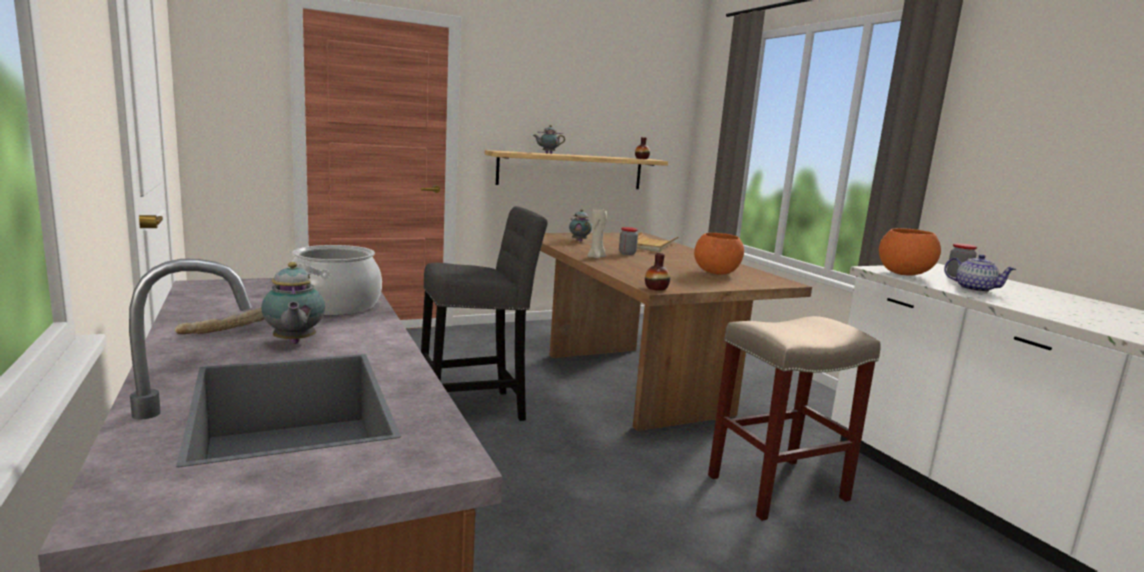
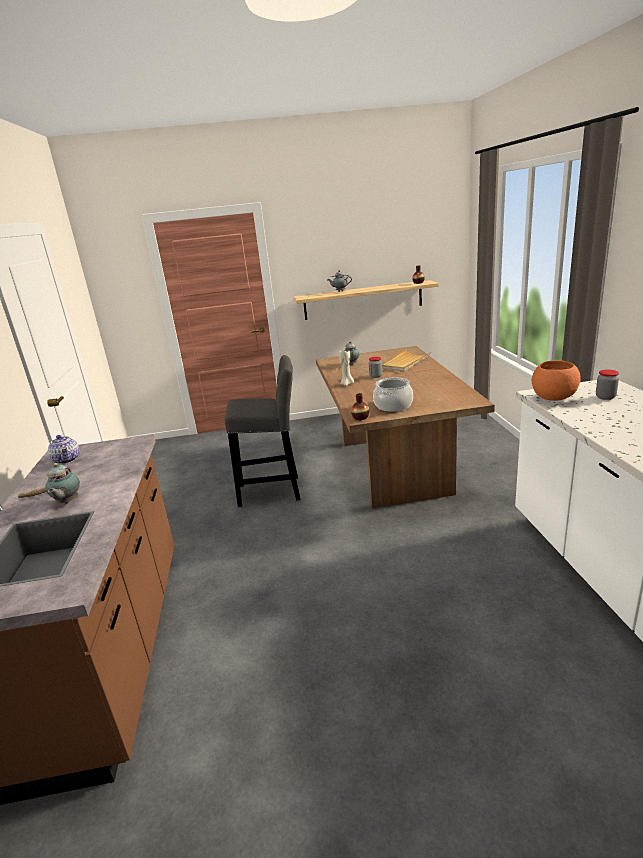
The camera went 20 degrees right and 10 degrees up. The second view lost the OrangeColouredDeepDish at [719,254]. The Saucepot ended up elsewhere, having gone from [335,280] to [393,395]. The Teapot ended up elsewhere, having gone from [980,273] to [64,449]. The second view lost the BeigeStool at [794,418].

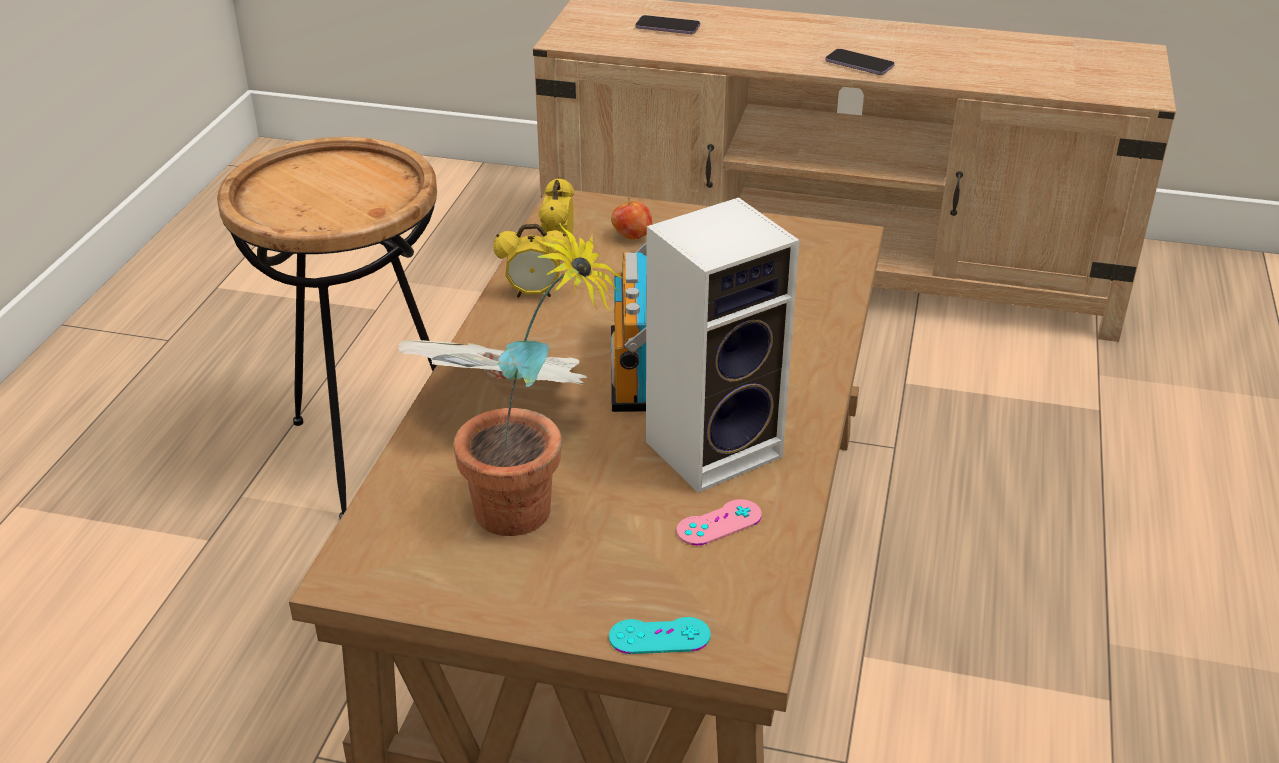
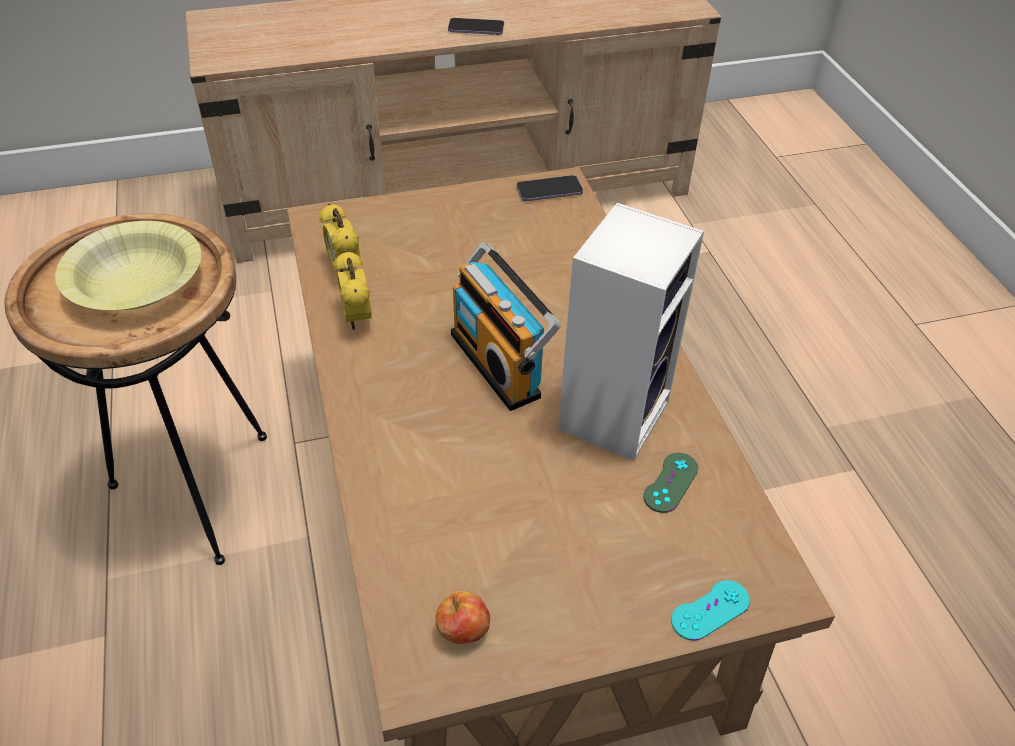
The camera went 30 degrees left and 10 degrees up. The Handset ended up elsewhere, having gone from [667,24] to [549,188]. The AppleFruit ended up elsewhere, having gone from [631,219] to [462,617]. The second view lost the PottedPlant at [537,379]. The TableClock at [531,261] ended up facing another way, 105 degrees clockwise from before. The second view lost the PrintedPaper at [492,362]. What was the PinkGameController at [719,522] turned into the GreenGameController at [670,483]. The second view gained the YellowishDeepDish at [128,265].

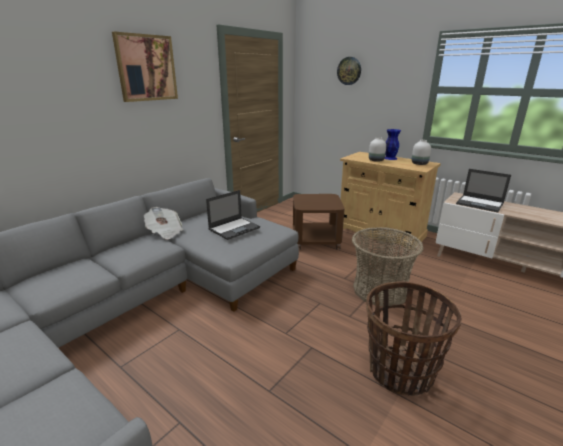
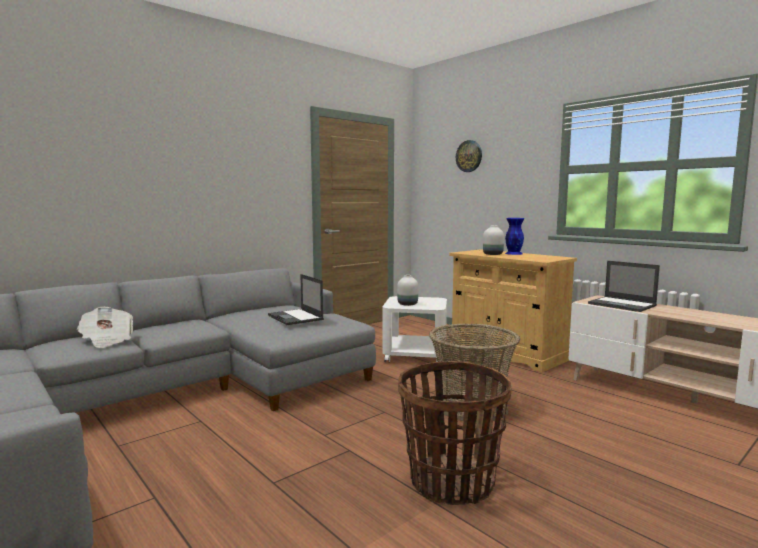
The camera went 10 degrees right and 15 degrees down. The second view lost the WallPicture at [145,66]. The WhiteFlowerVase ended up elsewhere, having gone from [421,152] to [407,290]. The Laptop at [233,215] ended up facing another way, 90 degrees clockwise from before. What was the BrownishSideTable at [319,221] turned into the WhiteSideTable at [414,329]. The PrintedPaper ended up elsewhere, having gone from [163,223] to [105,327].

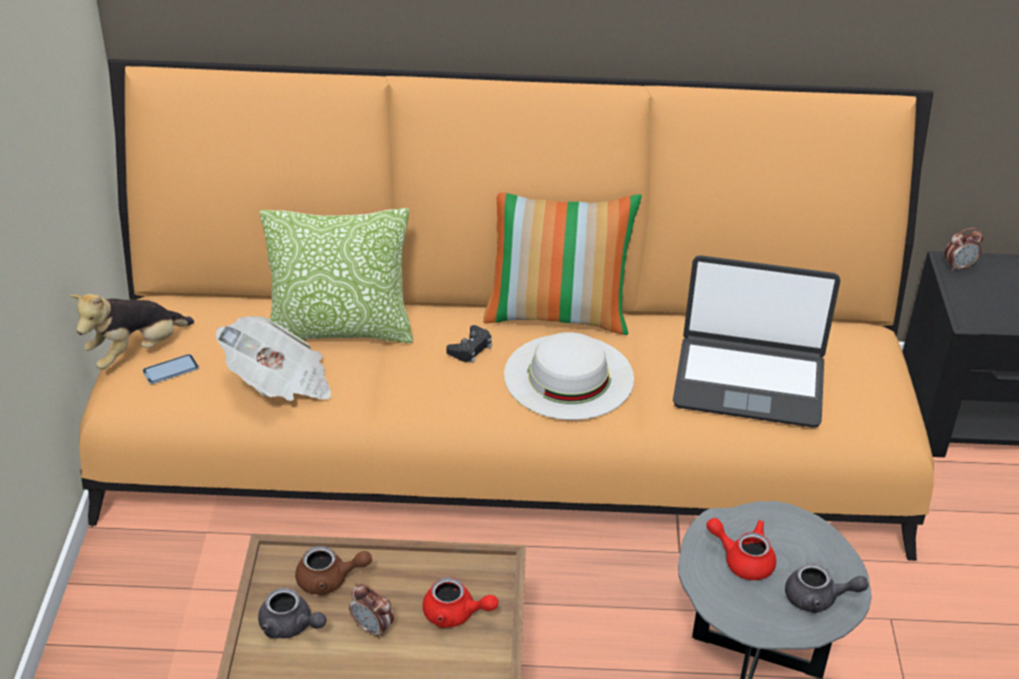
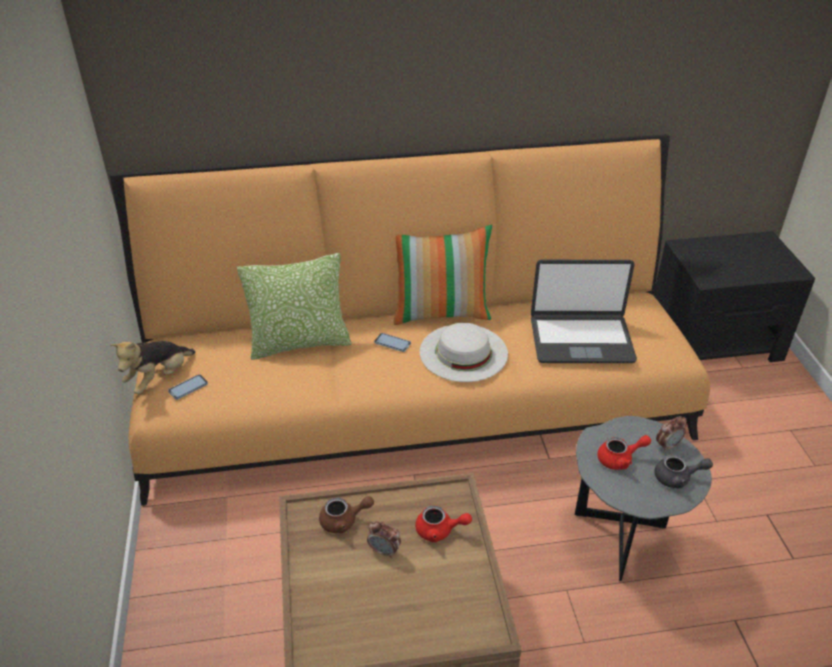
The camera went 10 degrees left and 0 degrees up. The TableClock ended up elsewhere, having gone from [964,249] to [671,434]. The second view lost the PrintedPaper at [274,358]. Where the BlackGameController stood at [469,344], the Handset came to stand at [392,342]. The ReddishTeapot at [741,549] ended up facing another way, 150 degrees clockwise from before. The second view lost the GreyTeapot at [292,613].

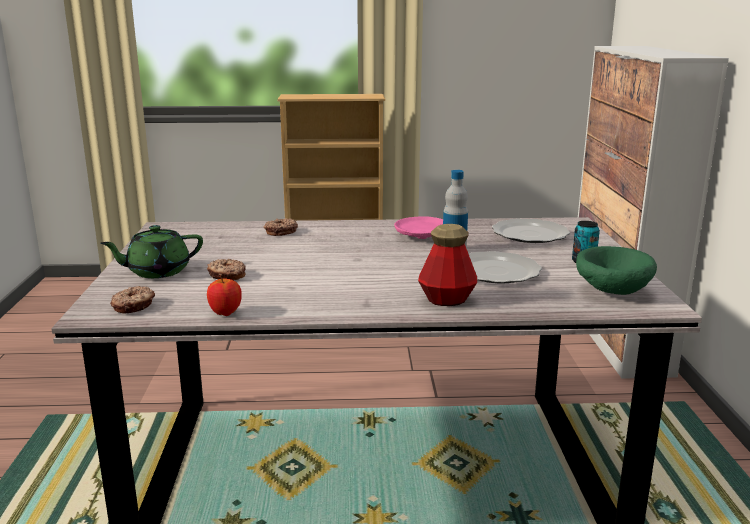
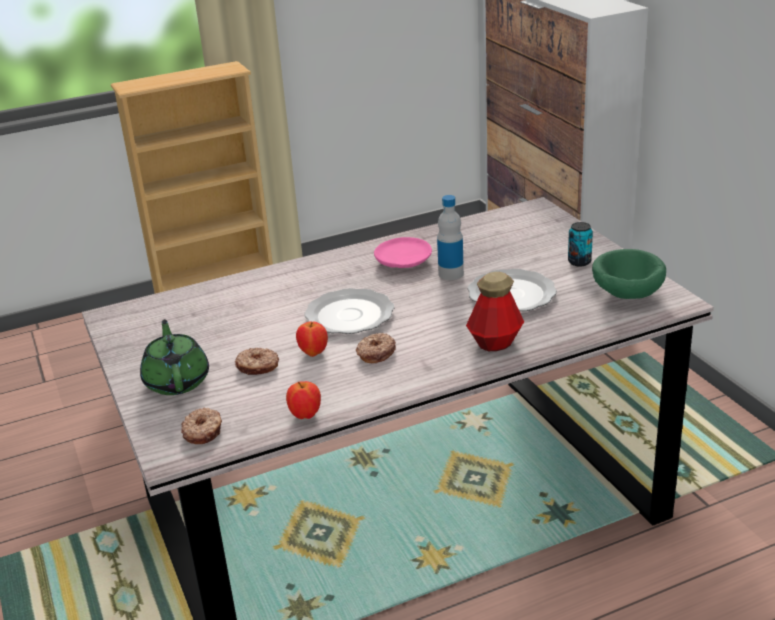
The camera went 20 degrees left and 10 degrees up. The Plate ended up elsewhere, having gone from [531,230] to [349,311]. The Doughnut ended up elsewhere, having gone from [280,227] to [376,348]. The GreenTeapot at [151,251] ended up facing another way, 120 degrees clockwise from before. The second view gained the AppleFruit at [312,339].

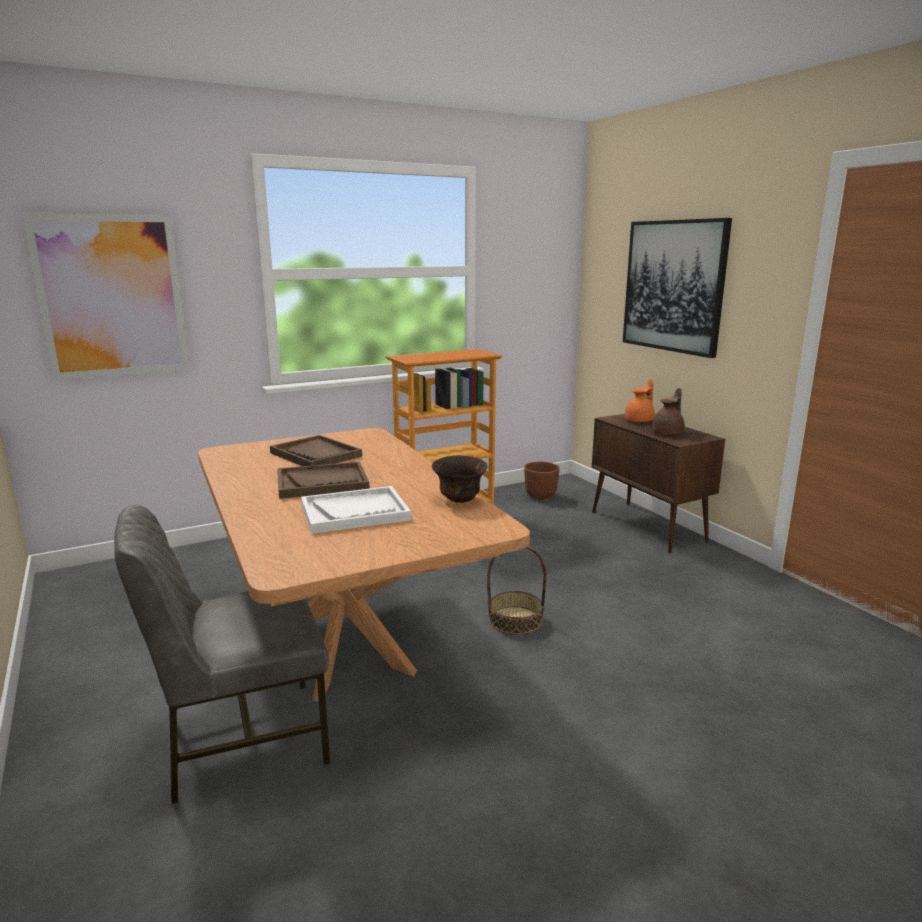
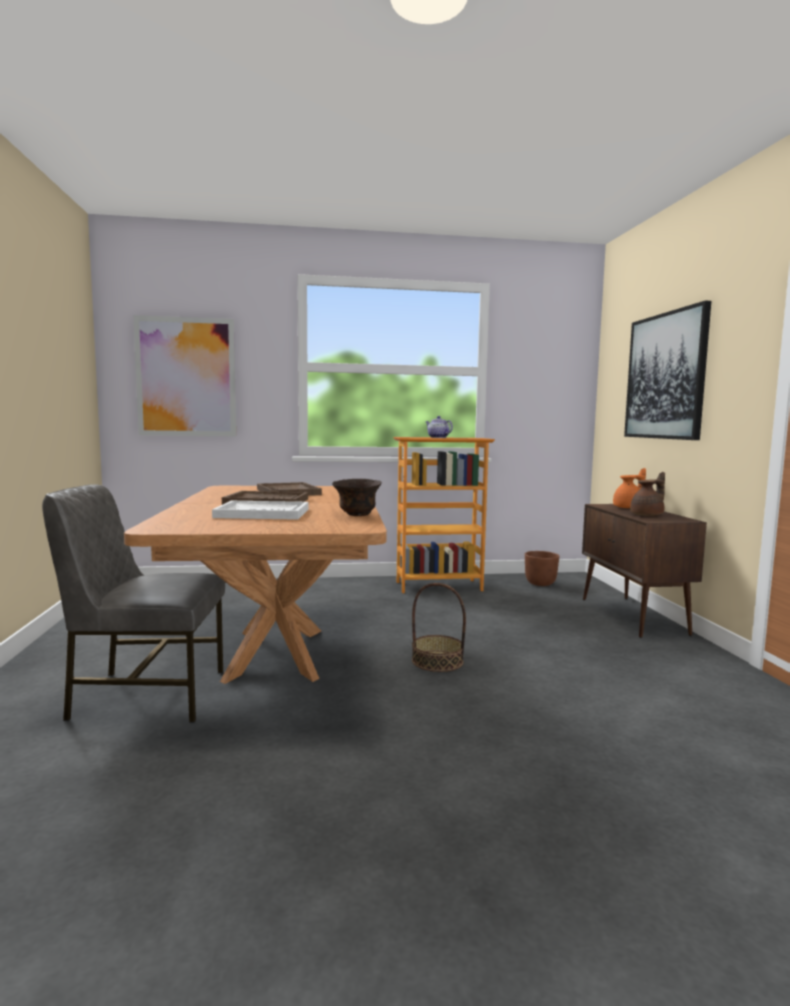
The camera went 20 degrees right and 10 degrees down. The second view gained the Teapot at [439,427].

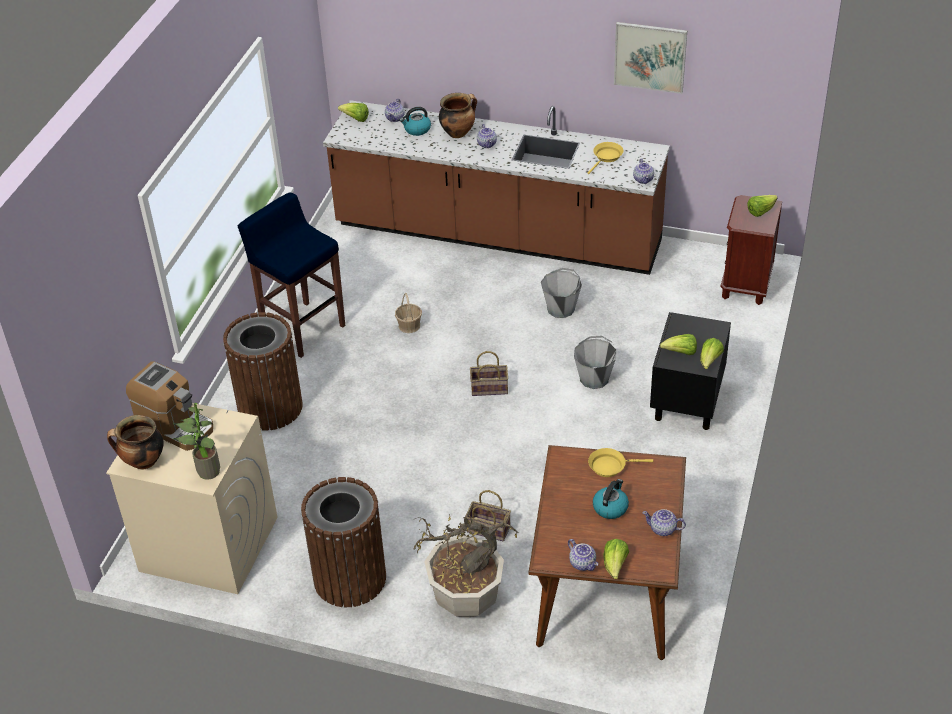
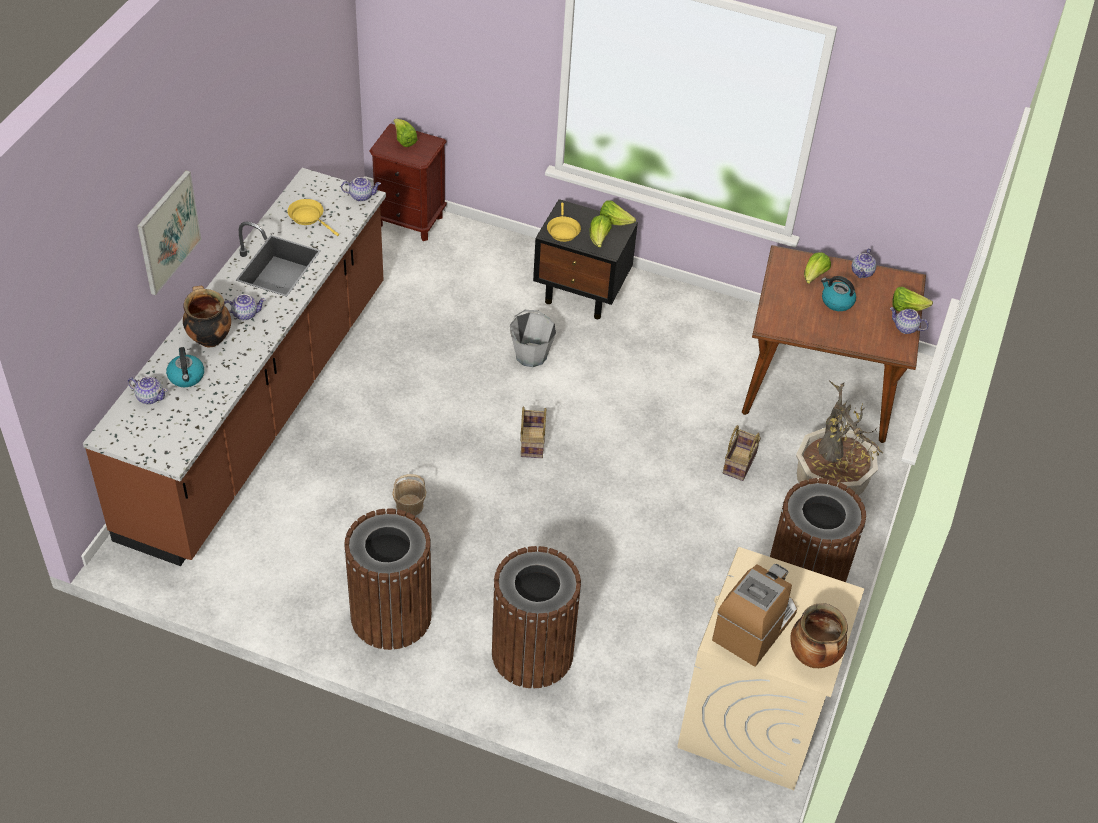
The camera went 90 degrees left and 5 degrees up. The WallPicture ended up elsewhere, having gone from [650,58] to [169,232]. The Lettuce ended up elsewhere, having gone from [353,112] to [817,268]. Where the BlueColouredStool stood at [291,275], the BrownishWasteBin came to stand at [388,579]. The second view lost the GreyWaterBucket at [561,293]. The second view lost the PottedPlant at [196,441]. The YellowishFryingPan ended up elsewhere, having gone from [620,462] to [564,222]. The Teapot at [583,555] ended up facing another way, 120 degrees counterclockwise from before.

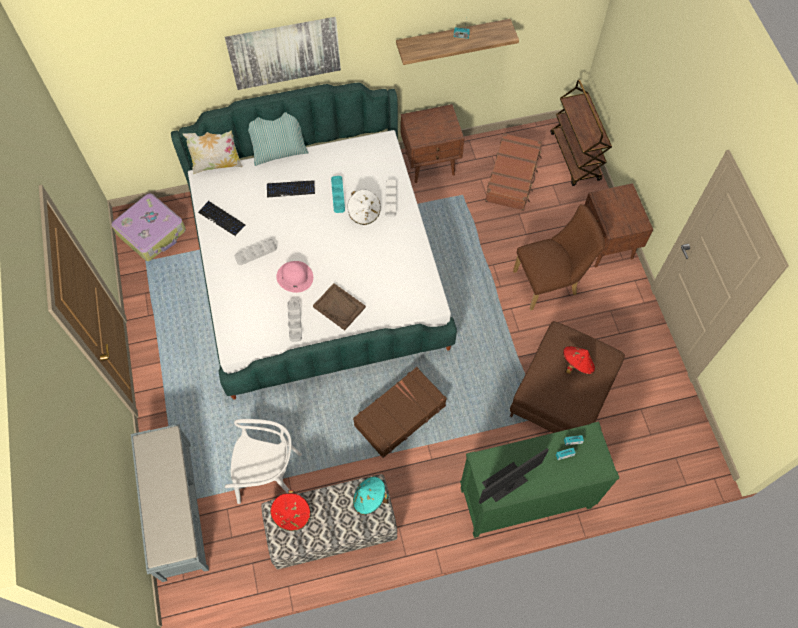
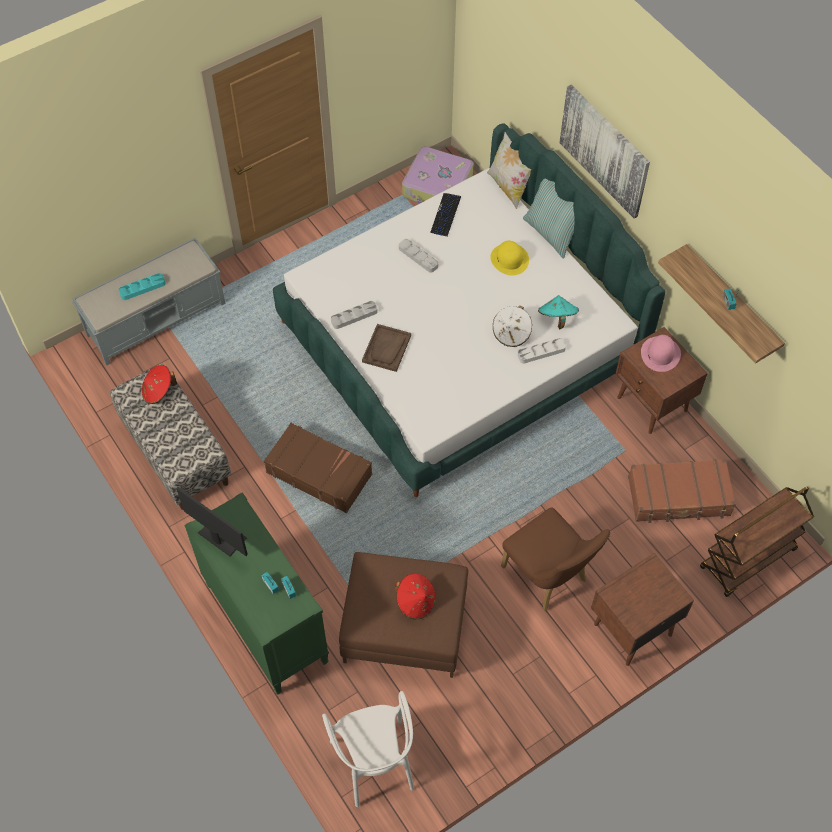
The camera went 70 degrees right and 5 degrees down. The BlueGreenServingTray ended up elsewhere, having gone from [338,194] to [142,286]. Where the ComputerKeyboard stood at [291,189], the YellowishWearableHat came to stand at [509,258]. The PinkWearableHat ended up elsewhere, having gone from [294,277] to [661,353]. The WhitePlainChair ended up elsewhere, having gone from [263,461] to [368,749]. The BlueGreenWearableHat ended up elsewhere, having gone from [370,495] to [558,312].

